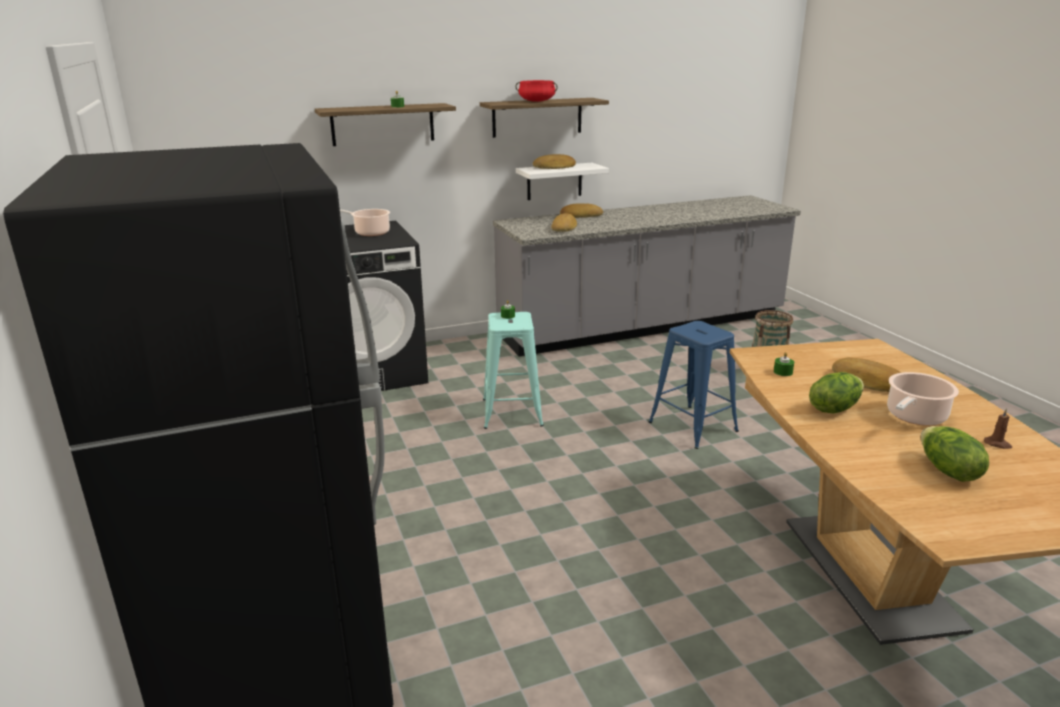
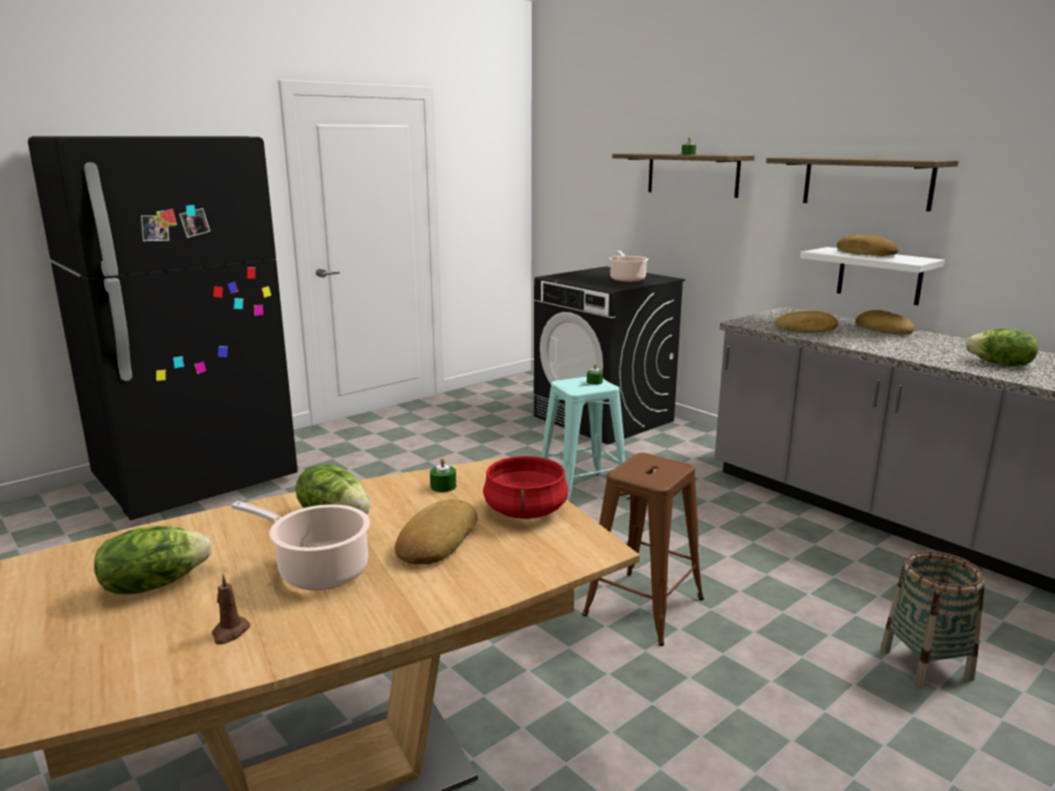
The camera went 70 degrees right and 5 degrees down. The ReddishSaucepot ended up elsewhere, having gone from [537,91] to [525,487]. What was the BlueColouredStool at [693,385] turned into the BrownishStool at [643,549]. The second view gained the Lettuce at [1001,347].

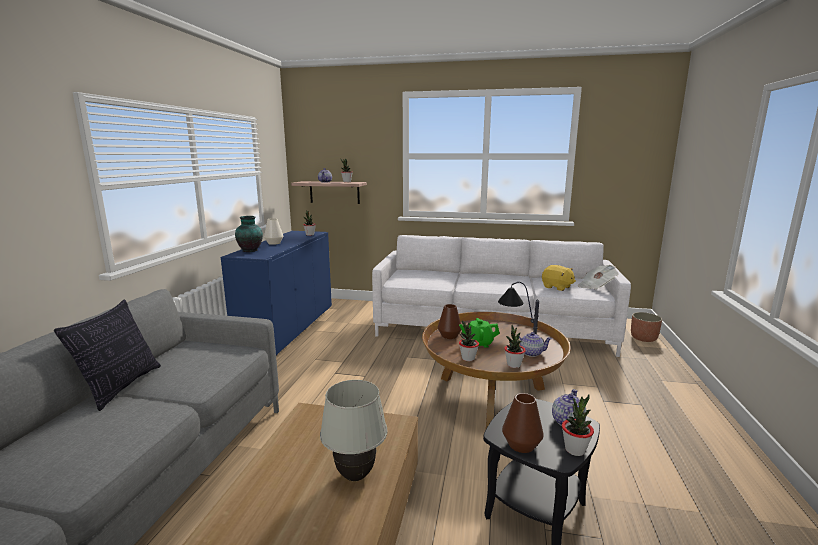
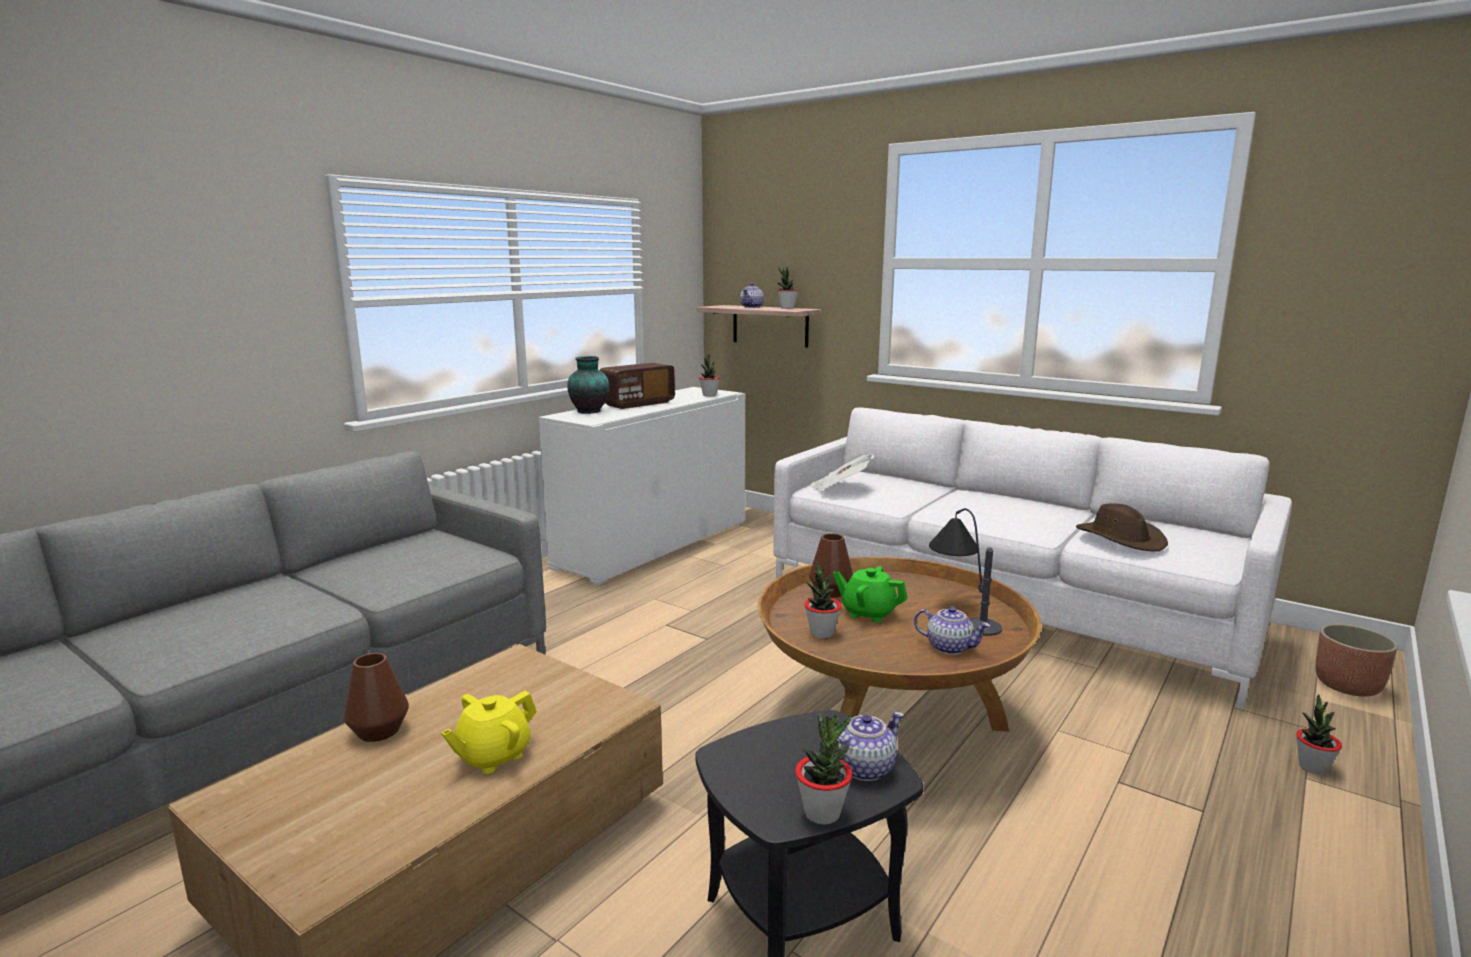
The camera went 25 degrees right and 0 degrees up. Where the WhiteFlowerVase stood at [273,231], the Radio came to stand at [637,386]. What was the BlueColouredCupboard at [276,293] turned into the WhiteCupboard at [642,486]. Where the YellowishPlushToy stood at [559,278], the BrownishWearableHat came to stand at [1122,527]. The PrintedPaper ended up elsewhere, having gone from [598,277] to [842,472]. The second view lost the ThrowPillow at [107,355]. The PottedPlant ended up elsewhere, having gone from [515,346] to [1319,734]. Where the WhiteTableLamp stood at [354,430], the YellowishTeapot came to stand at [489,732]. The BrownishFlowerVase ended up elsewhere, having gone from [523,423] to [376,697].

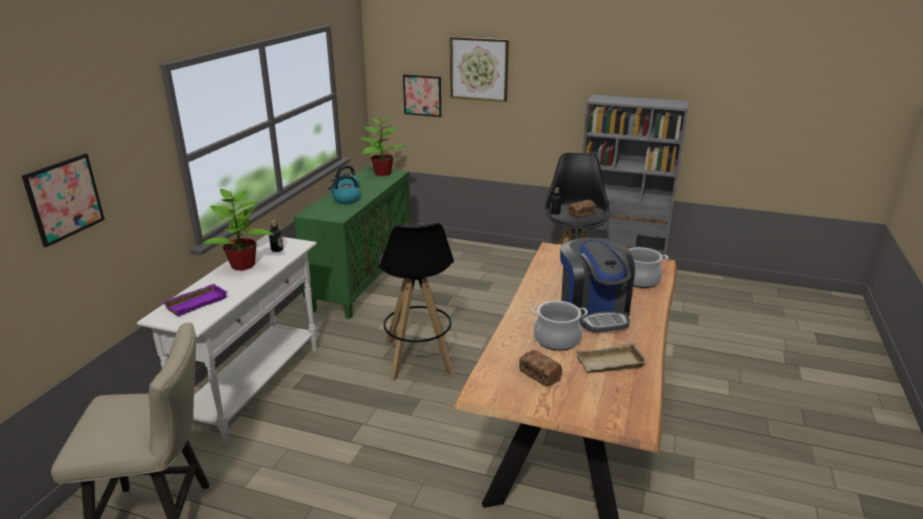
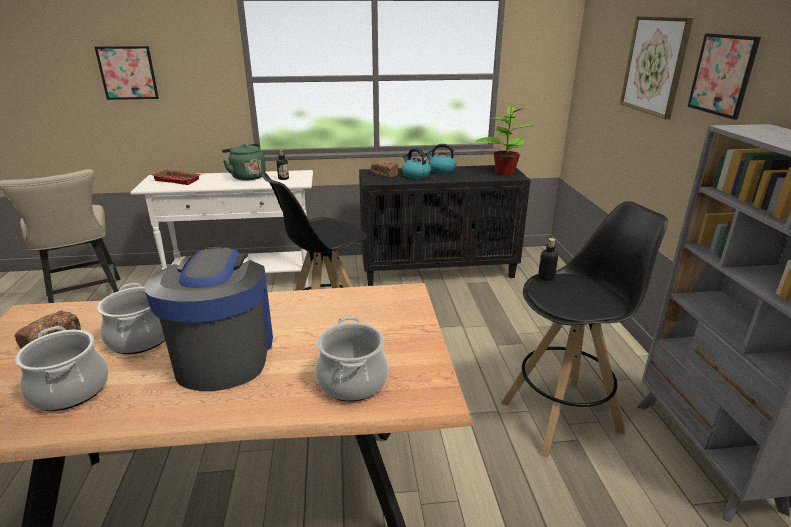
The camera went 65 degrees right and 0 degrees up. The WallPicture ended up elsewhere, having gone from [422,96] to [724,76]. What was the GreenCupboard at [352,243] turned into the BlackCupboard at [444,225]. Where the PottedPlant stood at [238,229], the GreenKettle came to stand at [244,162]. The BakeryBread ended up elsewhere, having gone from [583,209] to [385,168]. The CoffeeBrewer at [597,285] ended up facing another way, 120 degrees clockwise from before. What was the PurplishServingTray at [194,300] turned into the ReddishServingTray at [177,177]. Where the BeigeServingTray stood at [612,358], the Saucepot came to stand at [62,368].

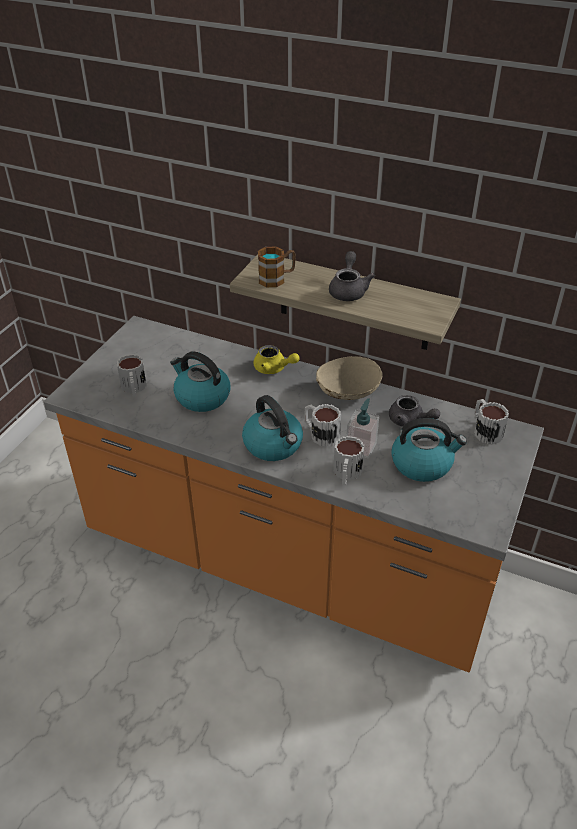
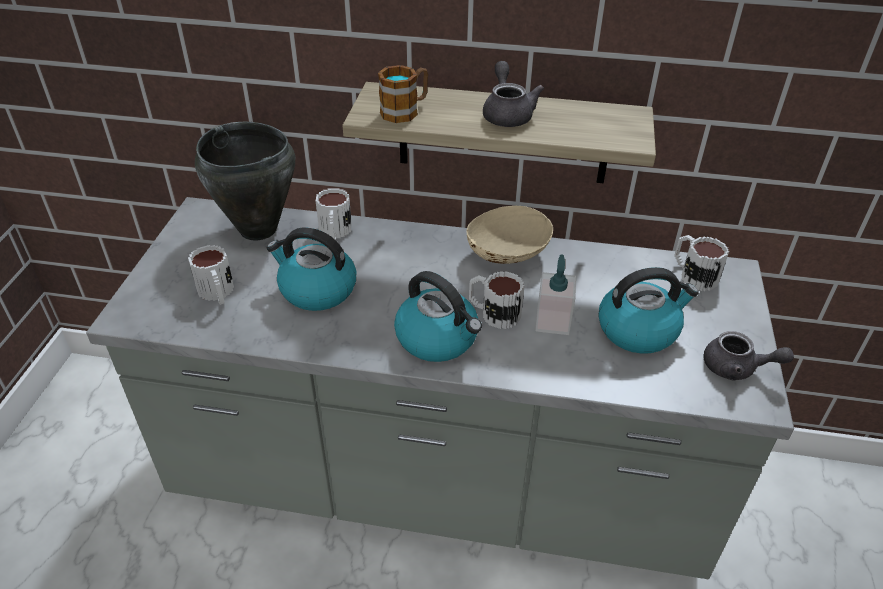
The camera went 15 degrees left and 0 degrees up. What was the OrangeColouredKitchenCounter at [294,494] turned into the GreyKitchenCounter at [440,388]. The second view lost the YellowishTeapot at [276,359]. The GreyTeapot ended up elsewhere, having gone from [414,411] to [748,355]. The CoffeeMug ended up elsewhere, having gone from [348,460] to [334,214]. The second view gained the BlackSaucepot at [245,181].

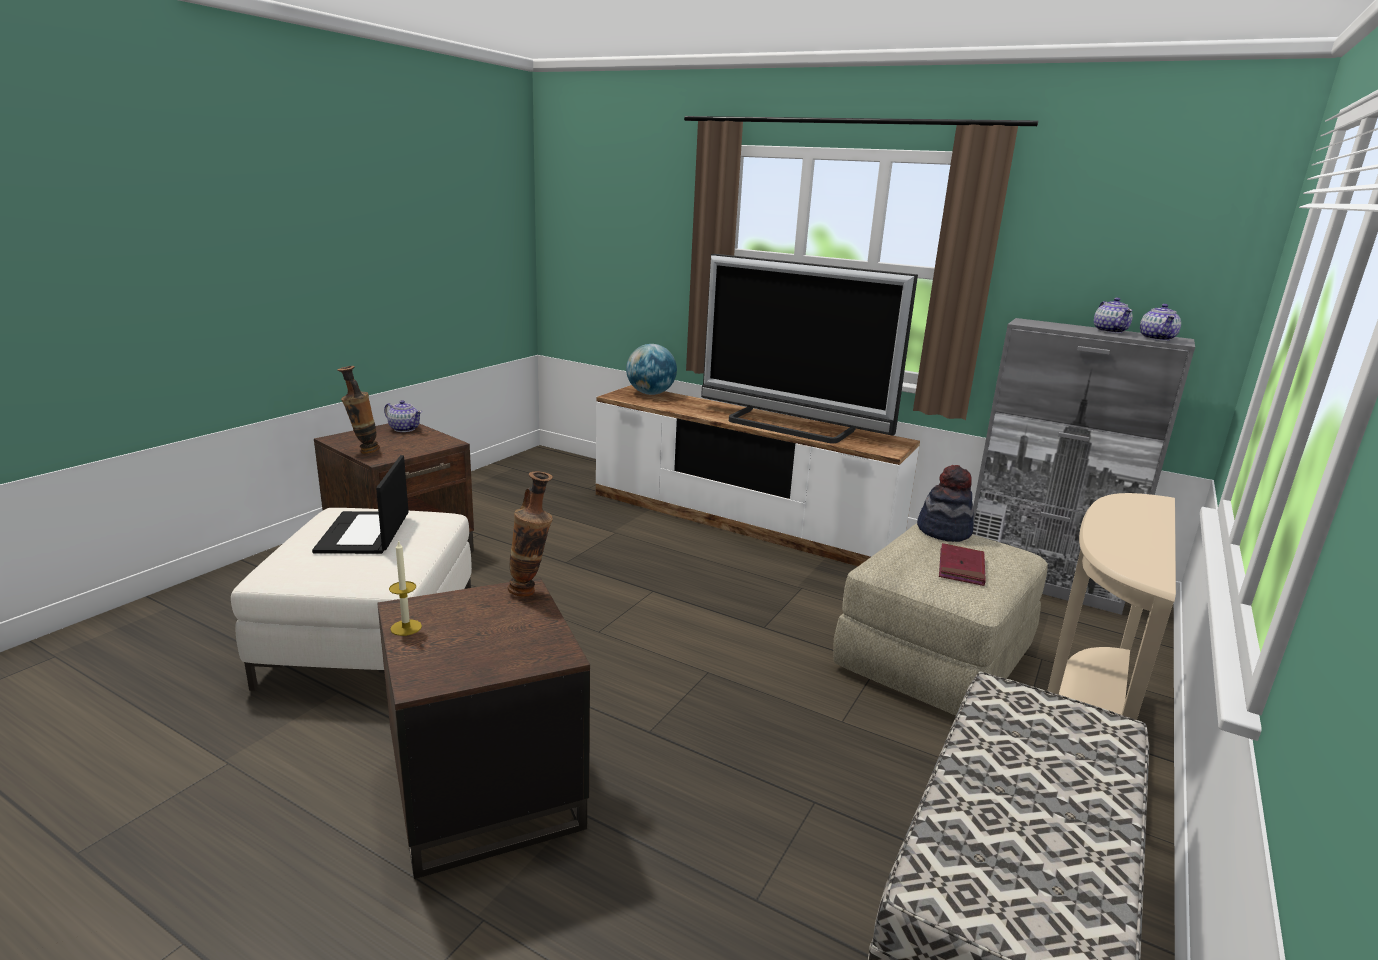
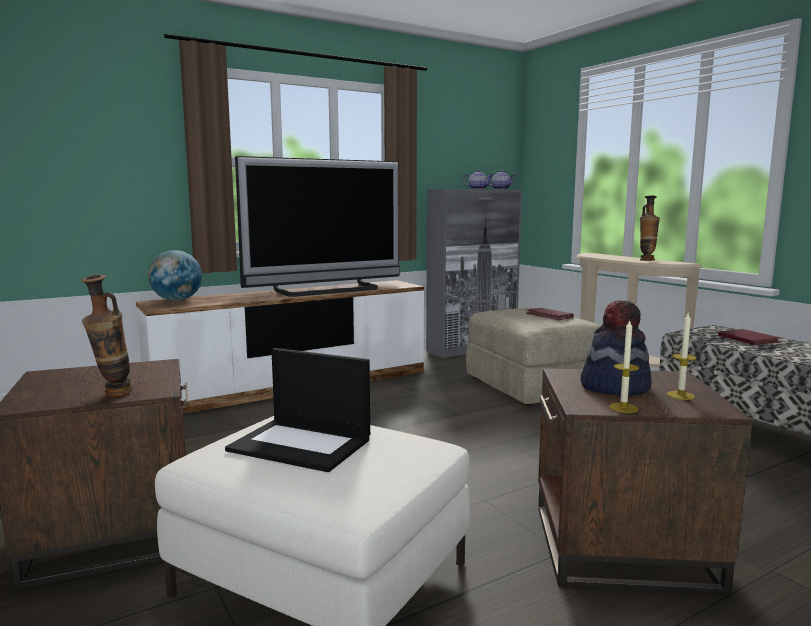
The camera went 60 degrees left and 10 degrees down. The second view lost the Teapot at [403,416]. The WearableHat ended up elsewhere, having gone from [945,503] to [616,348]. The FlowerVase ended up elsewhere, having gone from [530,534] to [650,228]. The second view gained the WaxCandle at [682,356]. The second view gained the ReddishVolume at [749,337].

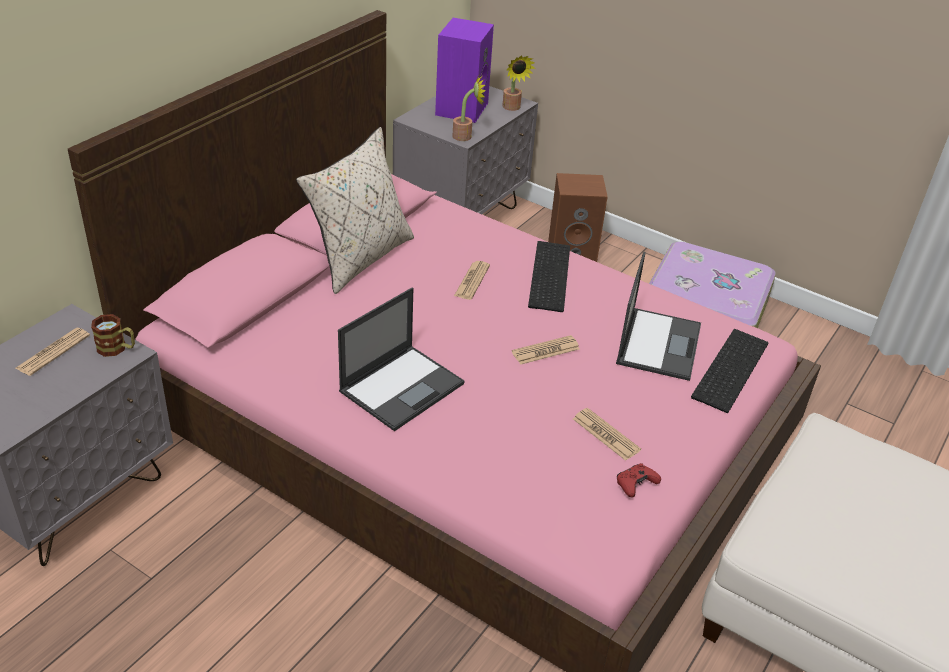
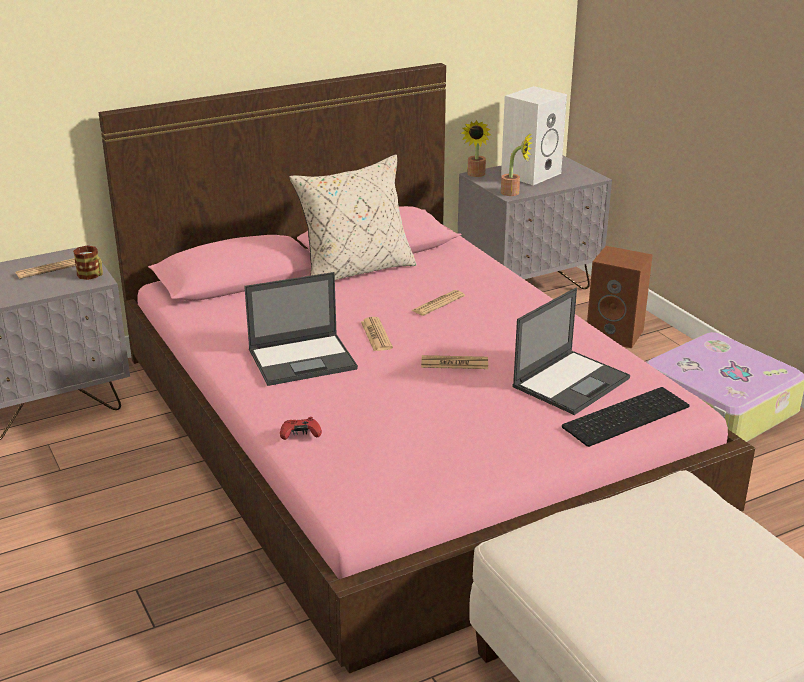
The camera went 30 degrees right and 10 degrees down. What was the PurplishLoudspeaker at [464,70] turned into the WhiteLoudspeaker at [534,135]. The PottedPlant ended up elsewhere, having gone from [518,83] to [476,148]. The second view lost the ComputerKeyboard at [549,276]. The PrintedPaper ended up elsewhere, having gone from [607,434] to [377,334]. The ReddishGameController ended up elsewhere, having gone from [639,480] to [301,428].

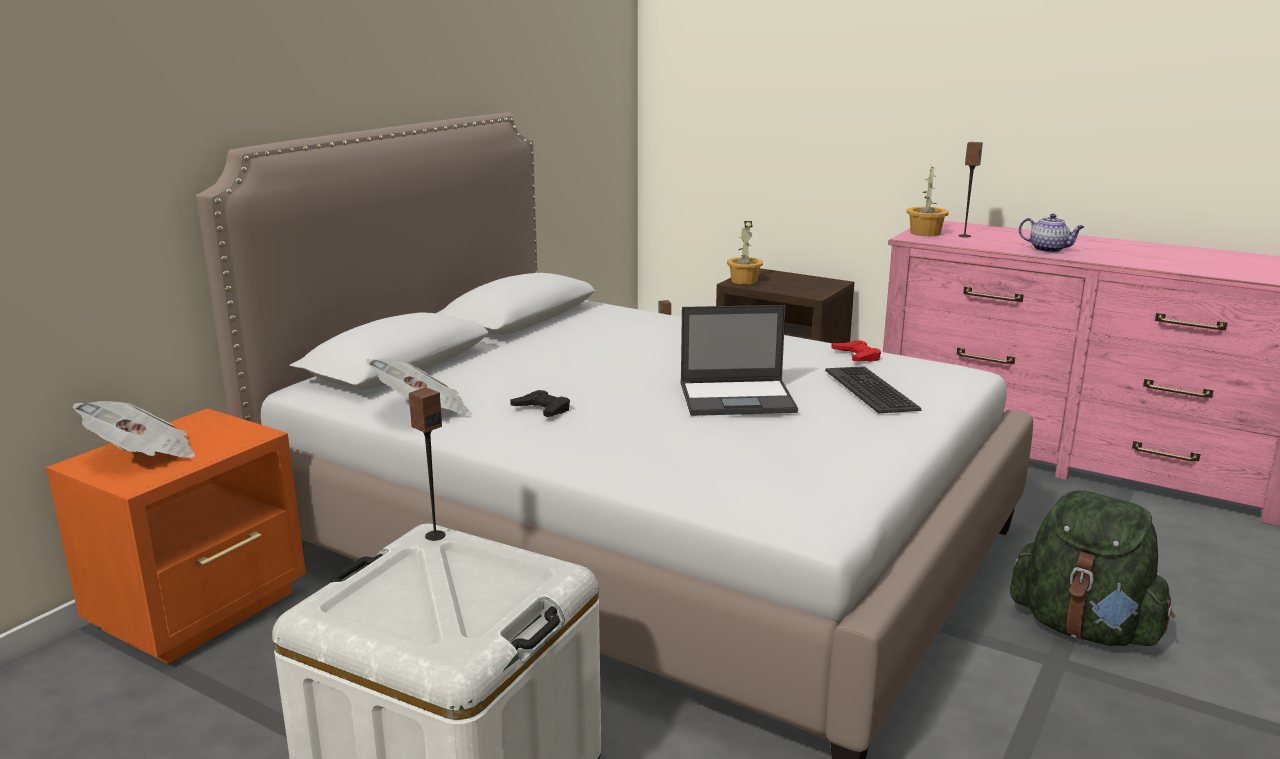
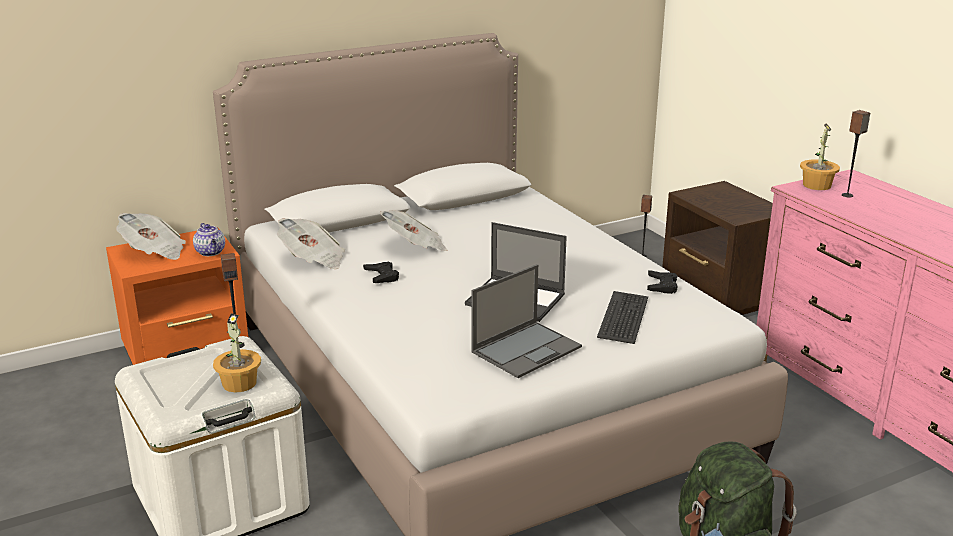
The camera went 30 degrees right and 5 degrees up. The Teapot ended up elsewhere, having gone from [1051,233] to [209,239]. The PottedPlant ended up elsewhere, having gone from [745,253] to [237,352]. What was the ReddishGameController at [856,351] turned into the BlackGameController at [662,282]. The second view gained the PrintedPaper at [414,230]. The second view gained the Laptop at [526,321].

